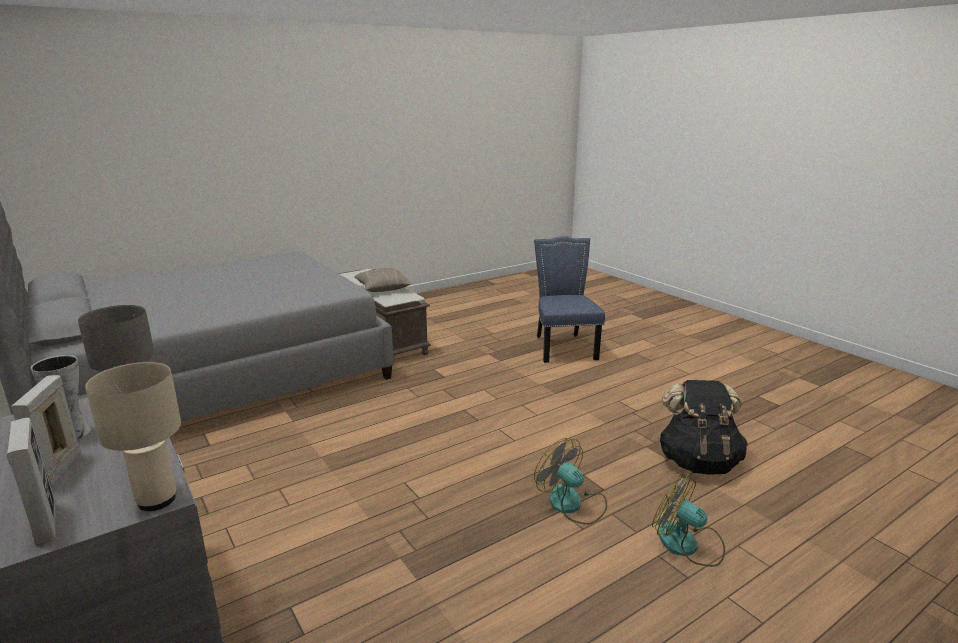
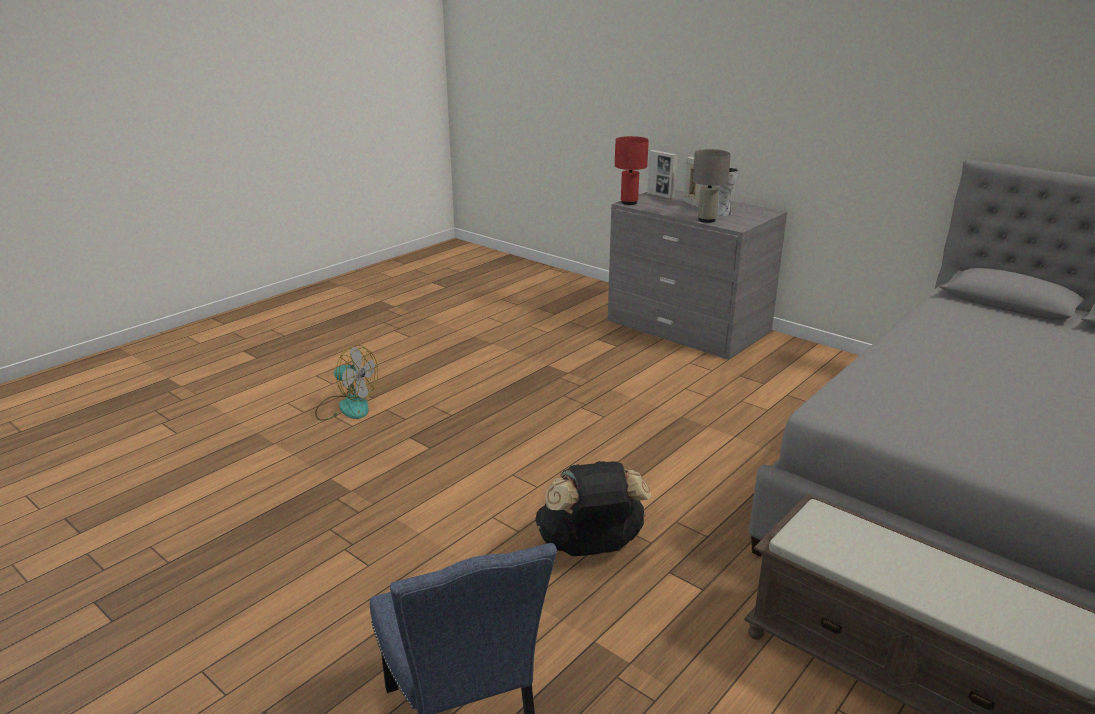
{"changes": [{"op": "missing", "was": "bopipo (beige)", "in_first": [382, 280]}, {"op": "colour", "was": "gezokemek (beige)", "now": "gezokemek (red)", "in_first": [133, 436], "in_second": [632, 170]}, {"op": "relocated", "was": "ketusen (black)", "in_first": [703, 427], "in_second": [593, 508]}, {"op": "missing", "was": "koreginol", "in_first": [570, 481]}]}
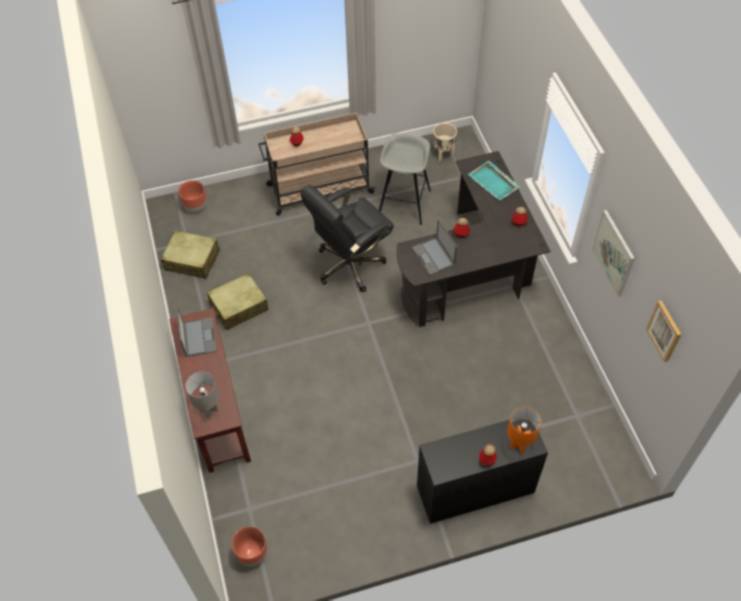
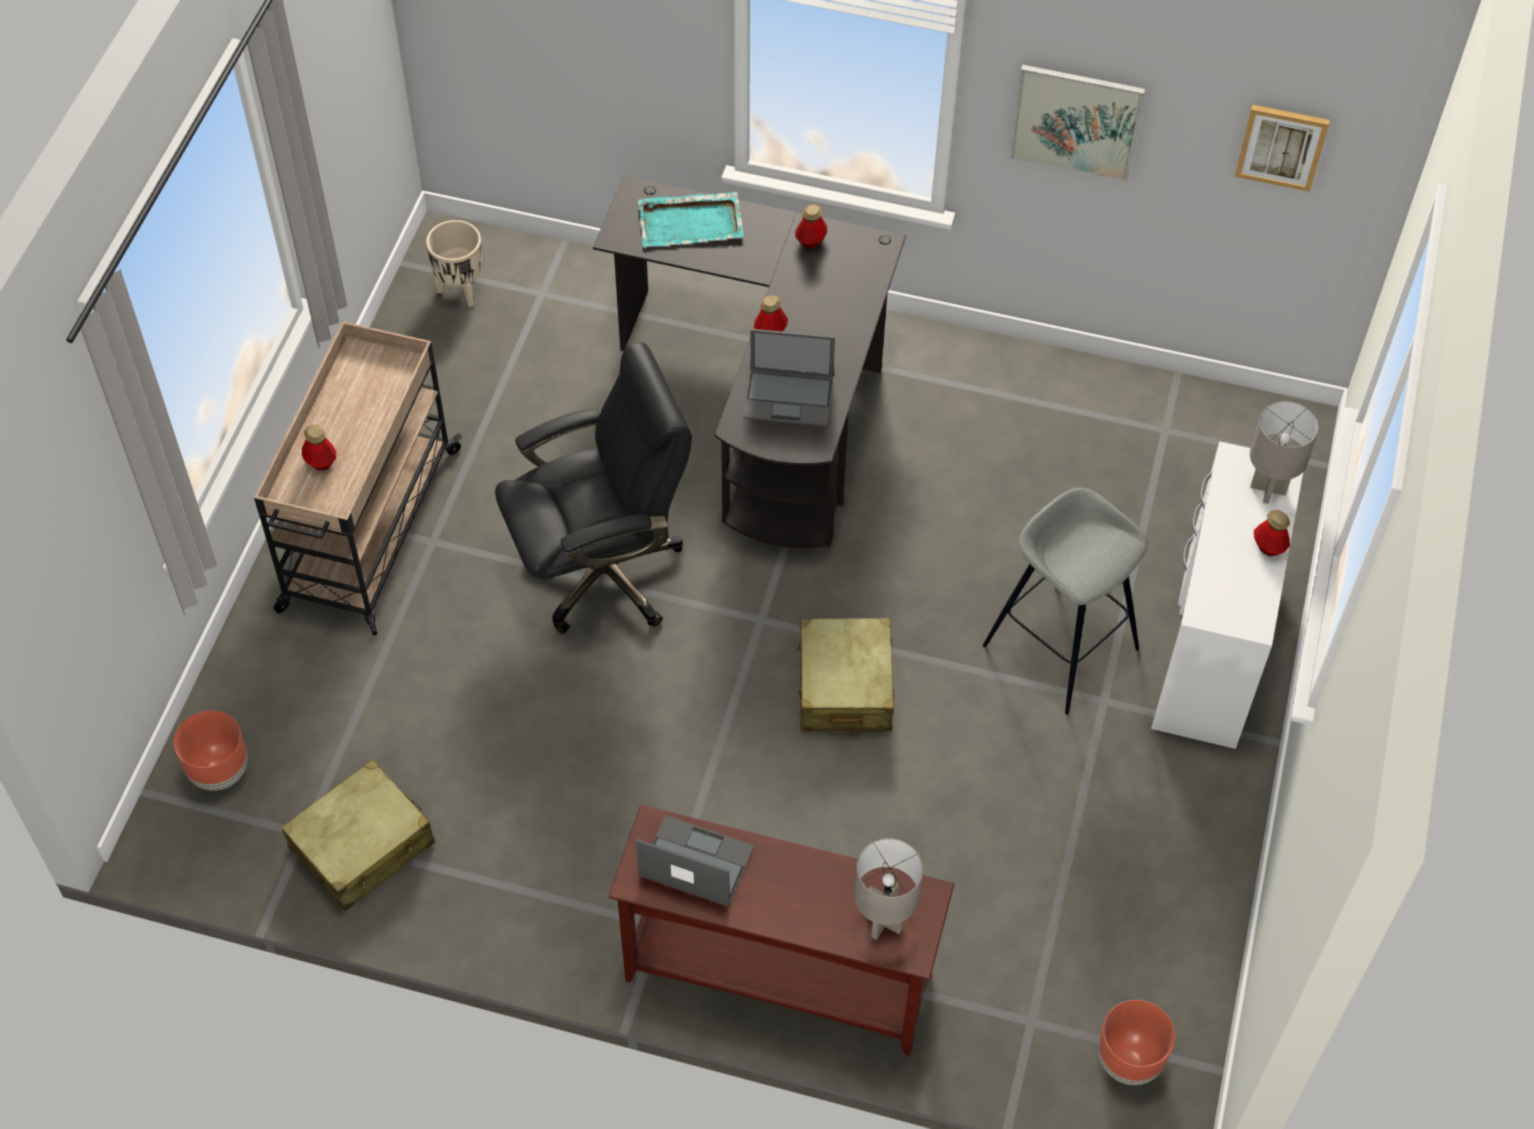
{"changes": [{"op": "relocated", "was": "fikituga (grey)", "in_first": [405, 179], "in_second": [1065, 601]}, {"op": "spun", "was": "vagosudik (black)", "in_first": [347, 238], "in_second": [593, 488], "clockwise": -105}, {"op": "relocated", "was": "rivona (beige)", "in_first": [238, 301], "in_second": [845, 675]}, {"op": "colour", "was": "gezokemek (orange)", "now": "gezokemek (grey)", "in_first": [524, 430], "in_second": [1284, 452]}, {"op": "colour", "was": "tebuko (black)", "now": "tebuko (white)", "in_first": [482, 472], "in_second": [1227, 595]}]}
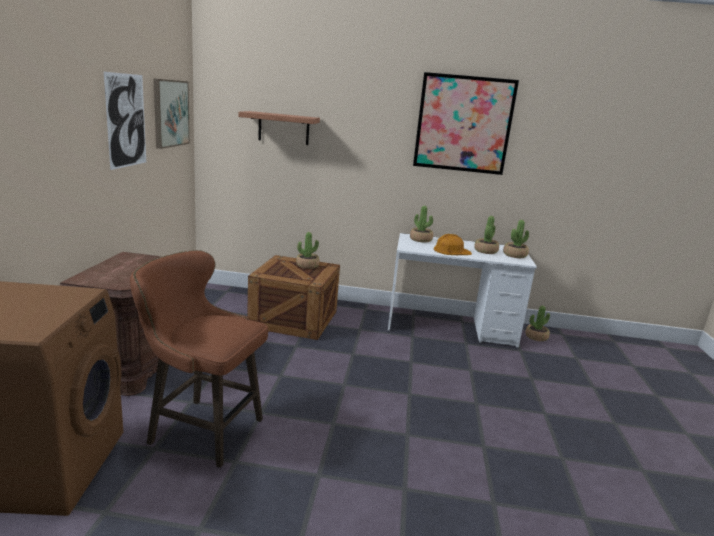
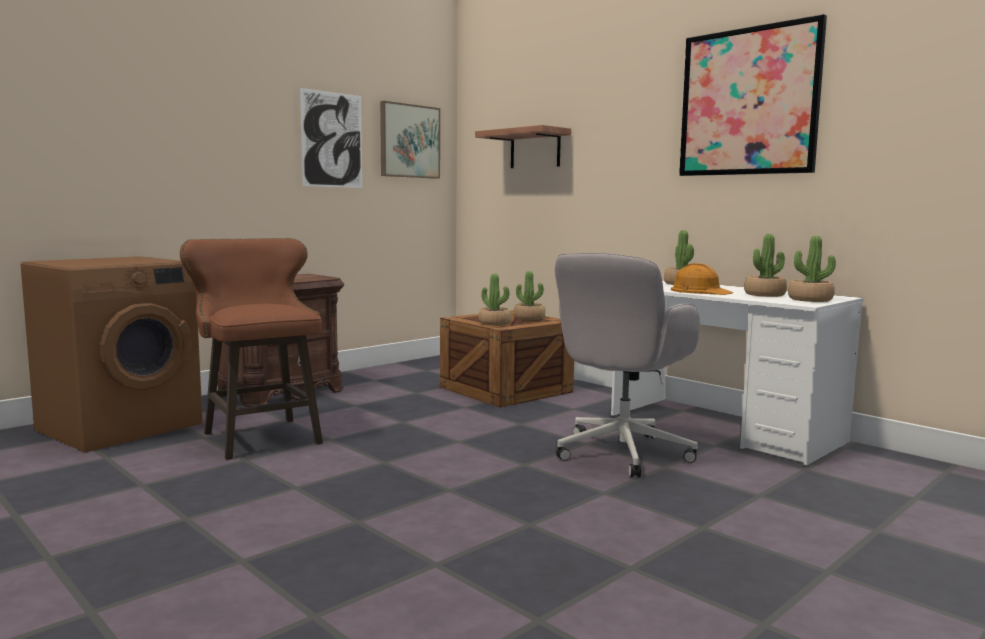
{"changes": [{"op": "relocated", "was": "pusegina", "in_first": [537, 323], "in_second": [495, 299]}, {"op": "appeared", "now": "vagosudik (grey)", "in_second": [627, 365]}]}
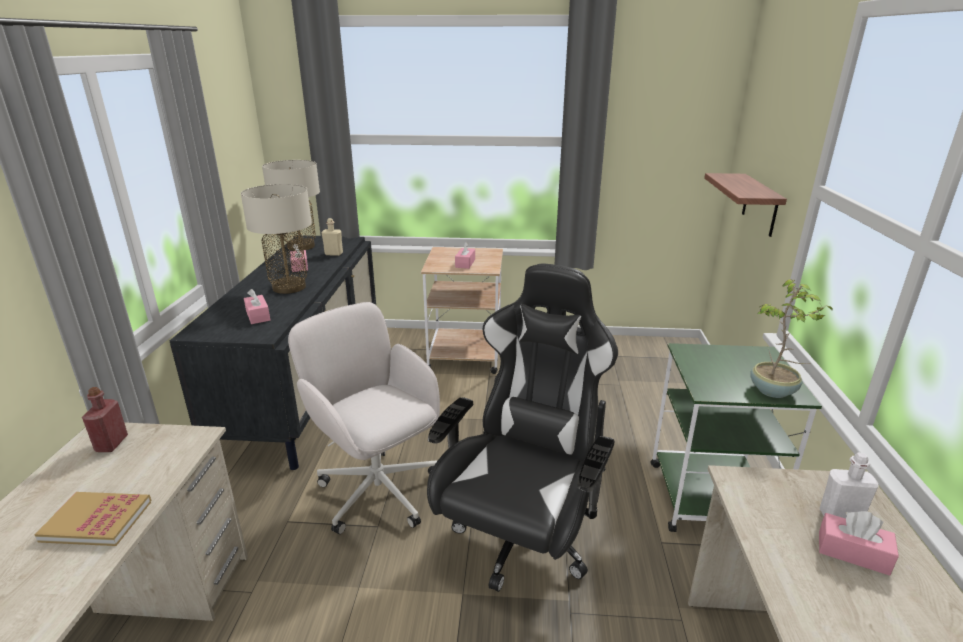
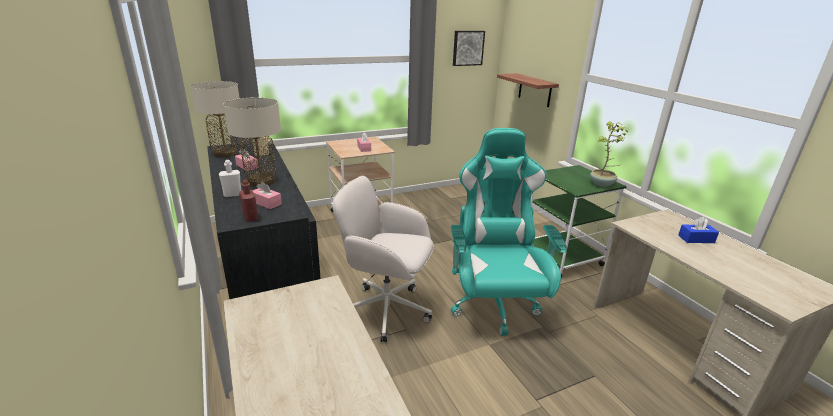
{"changes": [{"op": "colour", "was": "vagosudik (black)", "now": "vagosudik (turquoise)", "in_first": [522, 428], "in_second": [509, 232]}, {"op": "relocated", "was": "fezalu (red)", "in_first": [105, 419], "in_second": [248, 201]}, {"op": "relocated", "was": "fezalu (white)", "in_first": [848, 486], "in_second": [230, 178]}, {"op": "missing", "was": "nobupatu", "in_first": [93, 519]}, {"op": "colour", "was": "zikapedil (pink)", "now": "zikapedil (blue)", "in_first": [859, 543], "in_second": [698, 230]}, {"op": "appeared", "now": "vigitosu", "in_second": [469, 48]}]}
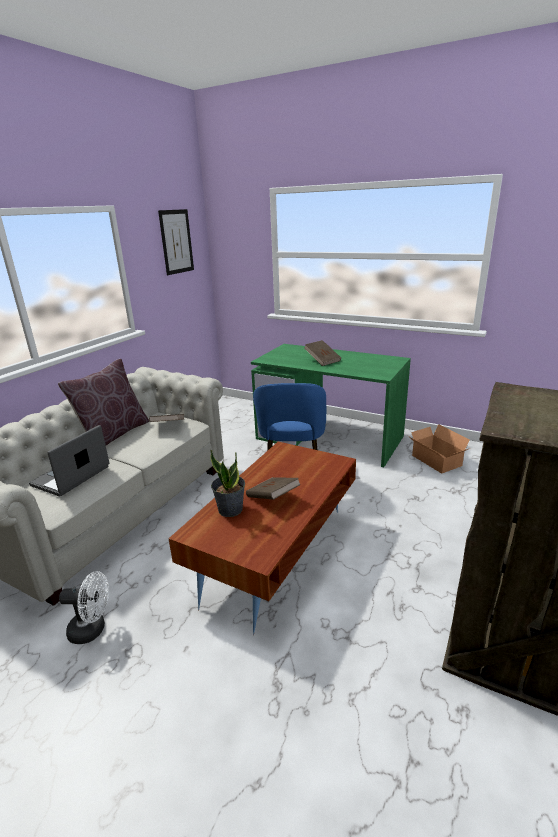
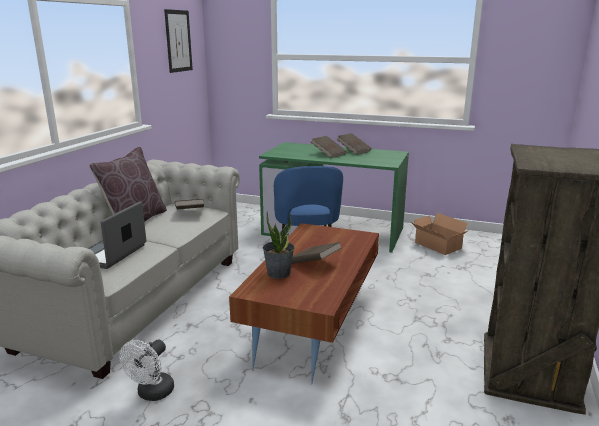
{"changes": [{"op": "spun", "was": "koreginol (white)", "in_first": [84, 607], "in_second": [146, 370], "clockwise": 120}, {"op": "appeared", "now": "nobupatu (brown)", "in_second": [354, 144]}]}
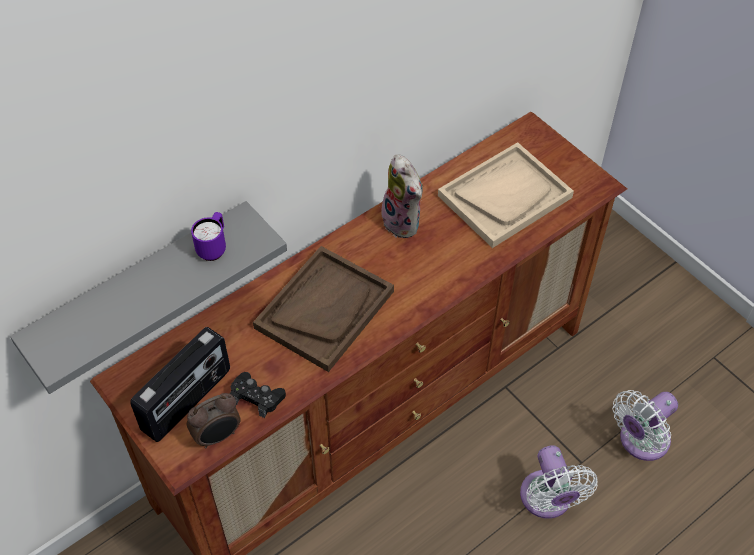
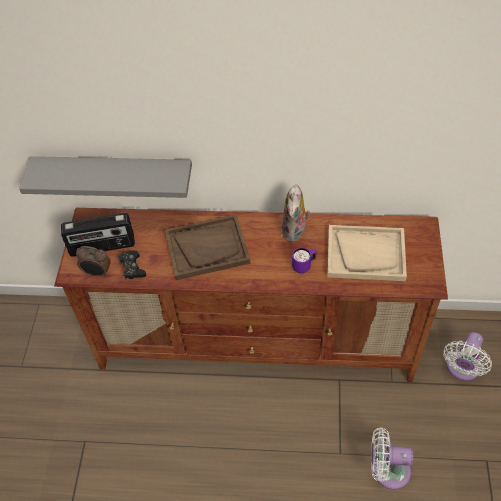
{"changes": [{"op": "relocated", "was": "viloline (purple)", "in_first": [208, 236], "in_second": [304, 260]}, {"op": "relocated", "was": "koreginol (white)", "in_first": [559, 482], "in_second": [468, 356]}]}
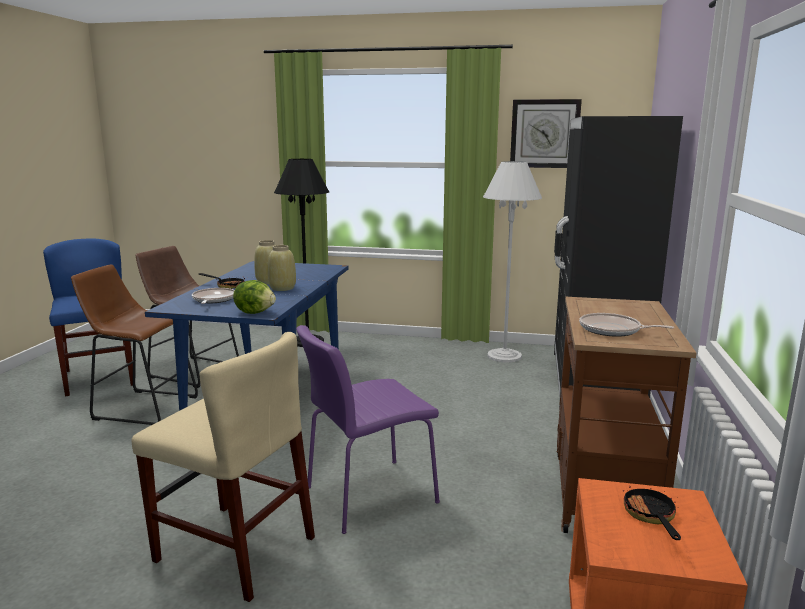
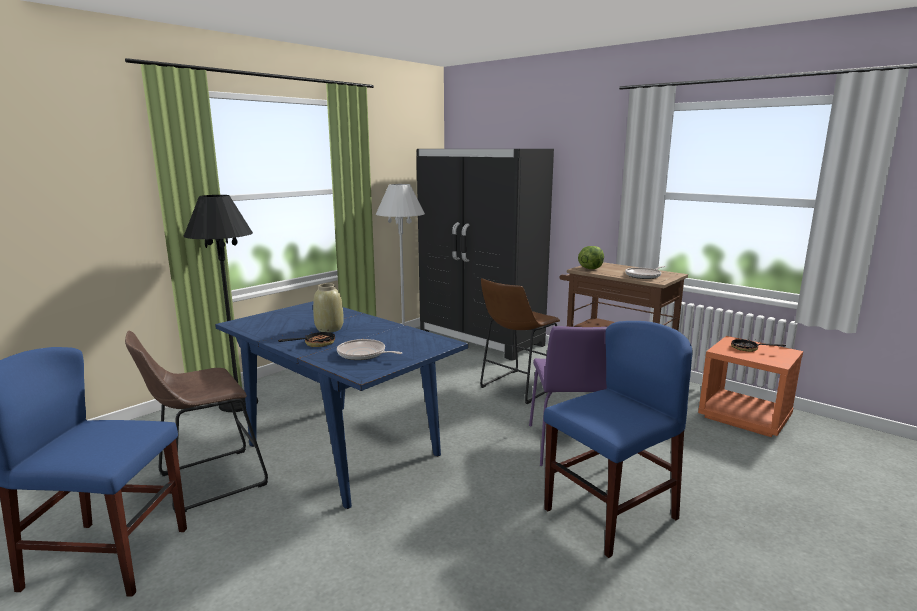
{"changes": [{"op": "missing", "was": "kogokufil", "in_first": [546, 133]}, {"op": "missing", "was": "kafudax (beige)", "in_first": [282, 268]}, {"op": "relocated", "was": "fikituga (brown)", "in_first": [134, 344], "in_second": [520, 341]}, {"op": "relocated", "was": "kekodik", "in_first": [254, 297], "in_second": [591, 257]}, {"op": "colour", "was": "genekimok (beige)", "now": "genekimok (blue)", "in_first": [223, 467], "in_second": [618, 439]}]}
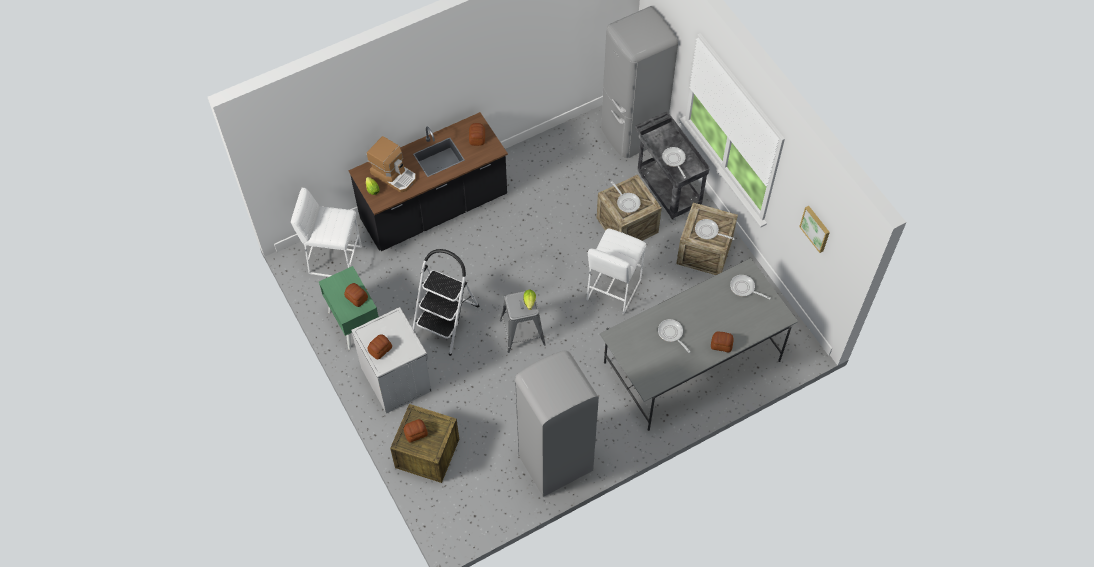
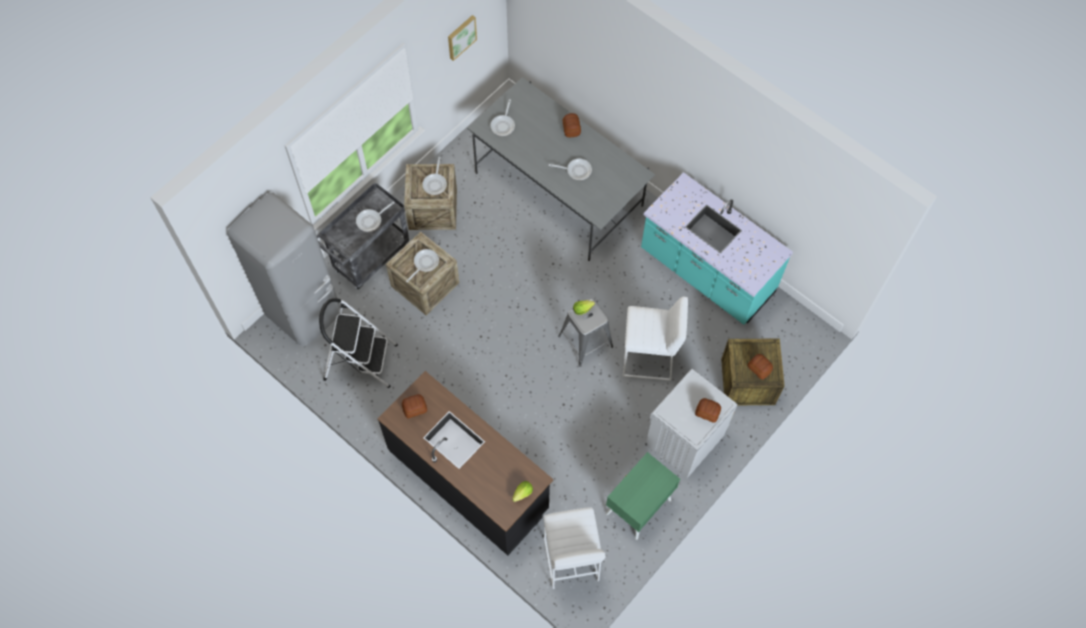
{"changes": [{"op": "missing", "was": "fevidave", "in_first": [391, 164]}, {"op": "relocated", "was": "fikituga (white)", "in_first": [616, 271], "in_second": [655, 339]}, {"op": "relocated", "was": "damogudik", "in_first": [446, 302], "in_second": [358, 343]}, {"op": "missing", "was": "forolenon", "in_first": [356, 295]}, {"op": "spun", "was": "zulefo", "in_first": [674, 336], "in_second": [570, 169], "clockwise": -120}, {"op": "exchanged", "was": "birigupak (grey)", "now": "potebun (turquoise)", "in_first": [557, 424], "in_second": [717, 248]}]}
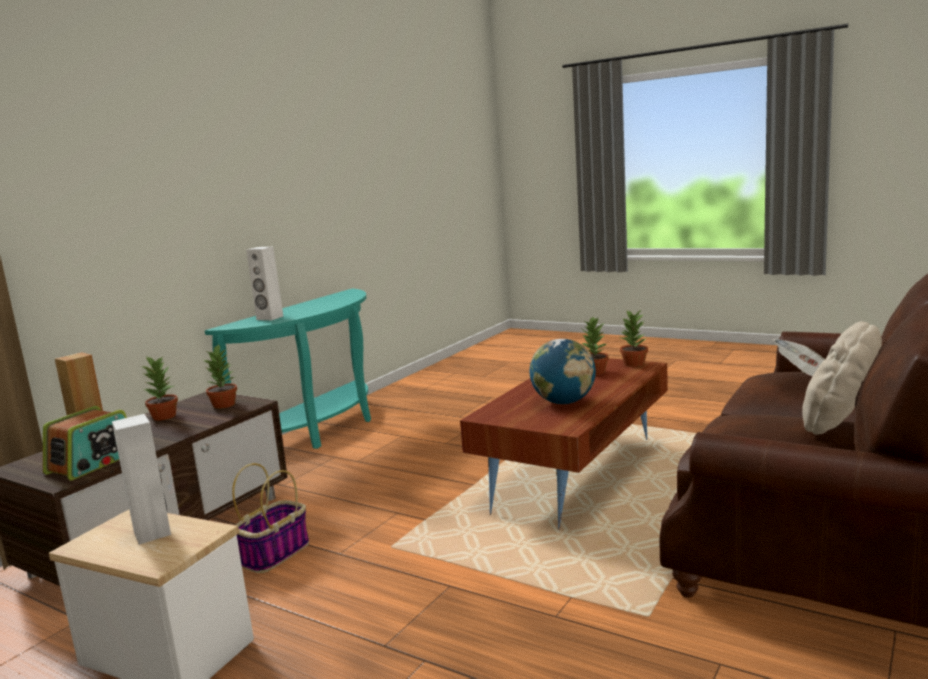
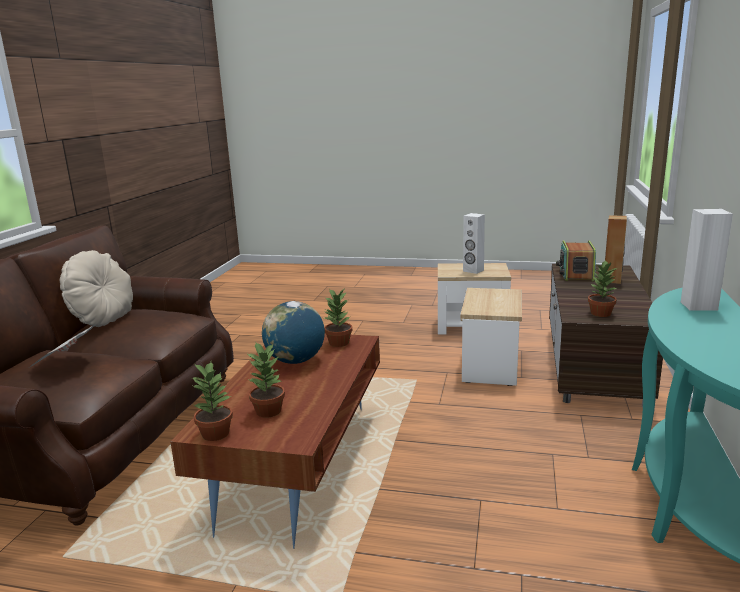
{"changes": [{"op": "relocated", "was": "pusegina", "in_first": [159, 388], "in_second": [338, 318]}, {"op": "exchanged", "was": "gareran", "now": "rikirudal", "in_first": [270, 518], "in_second": [491, 337]}]}
